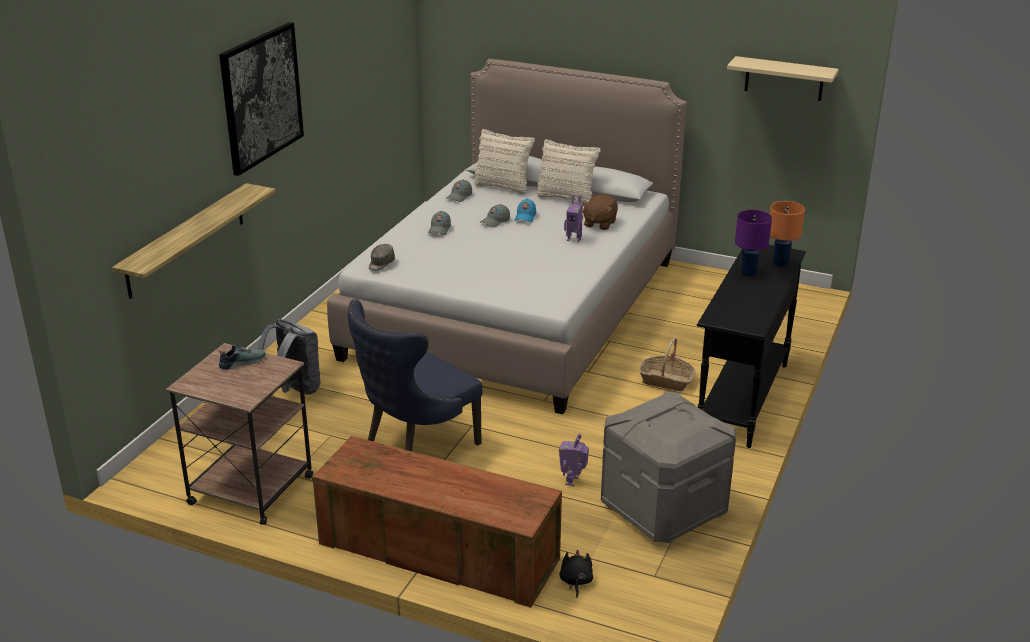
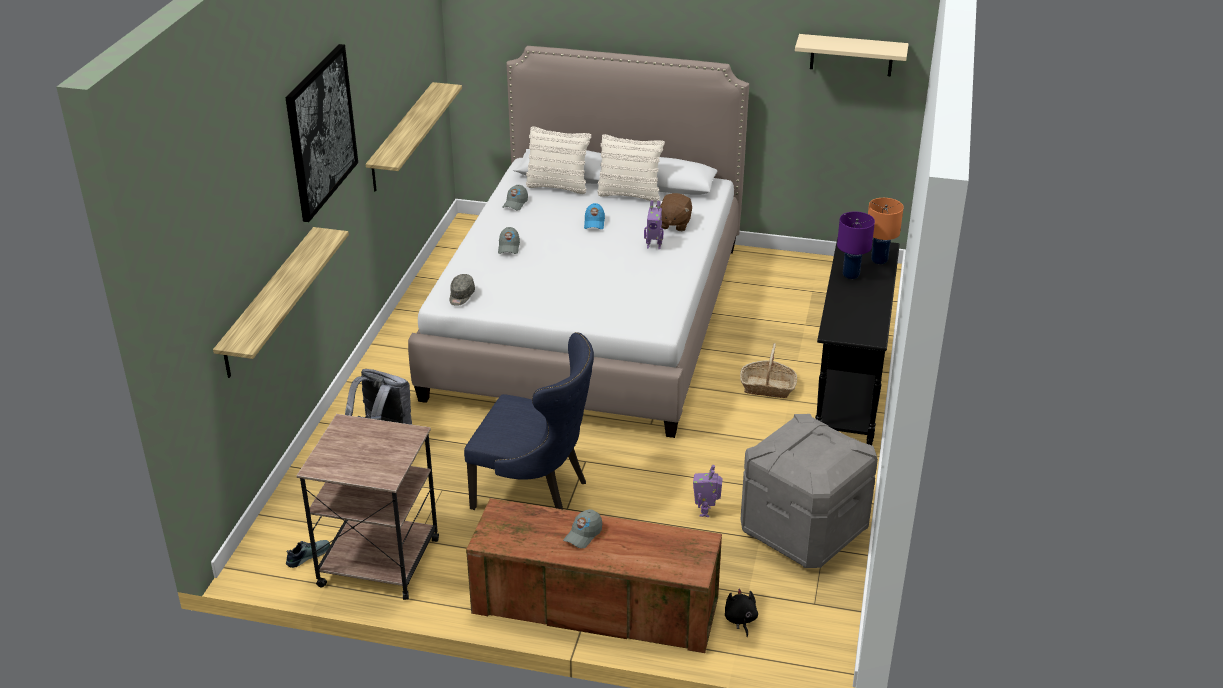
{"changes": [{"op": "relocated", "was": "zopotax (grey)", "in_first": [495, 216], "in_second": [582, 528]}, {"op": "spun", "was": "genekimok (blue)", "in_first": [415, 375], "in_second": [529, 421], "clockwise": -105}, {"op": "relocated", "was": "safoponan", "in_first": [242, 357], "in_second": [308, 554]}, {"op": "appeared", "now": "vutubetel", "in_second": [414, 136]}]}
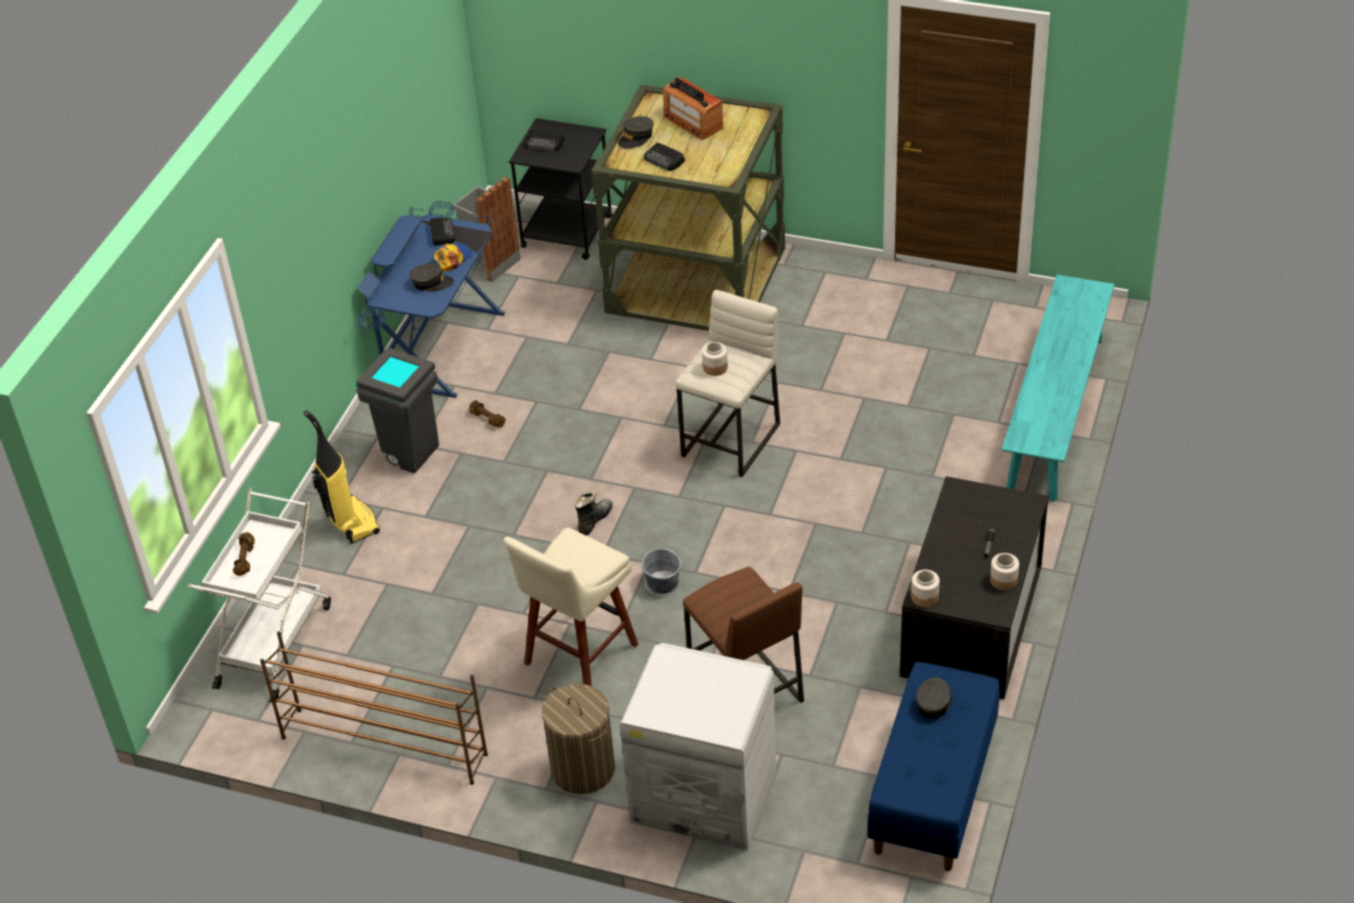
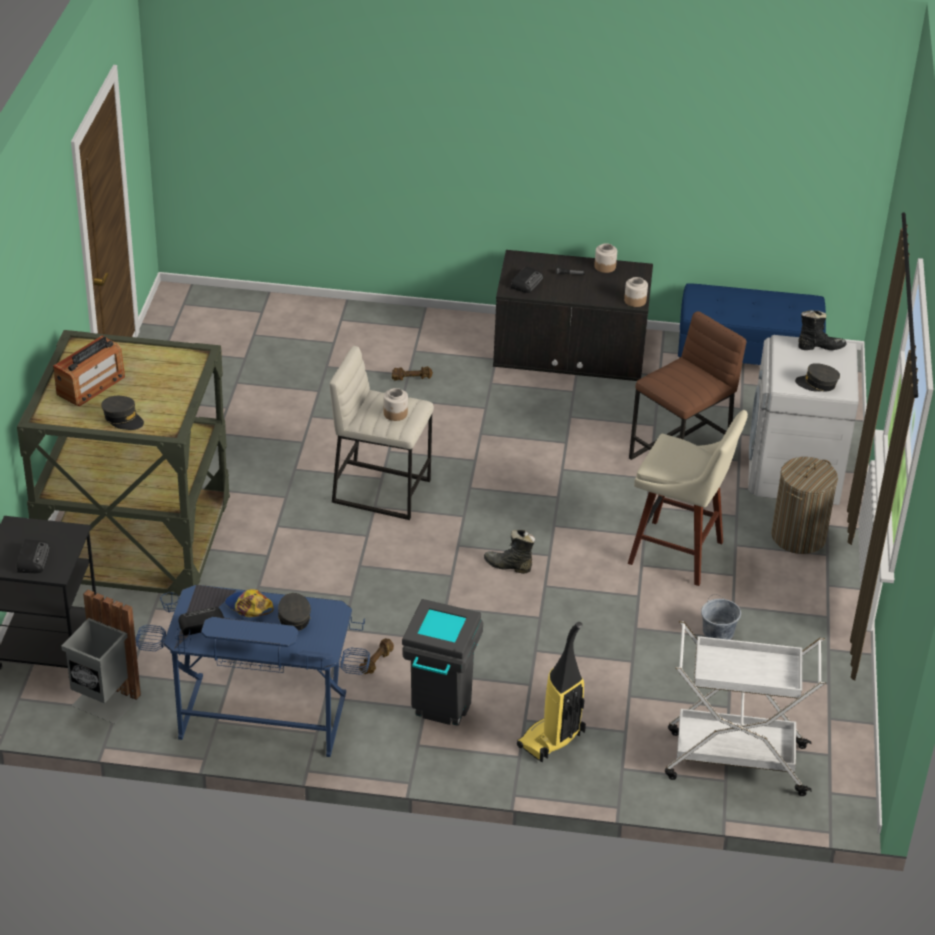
{"changes": [{"op": "relocated", "was": "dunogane", "in_first": [664, 157], "in_second": [527, 279]}, {"op": "missing", "was": "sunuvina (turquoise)", "in_first": [1058, 388]}, {"op": "relocated", "was": "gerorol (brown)", "in_first": [244, 554], "in_second": [412, 373]}, {"op": "relocated", "was": "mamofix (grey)", "in_first": [661, 570], "in_second": [721, 617]}, {"op": "missing", "was": "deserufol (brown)", "in_first": [374, 708]}, {"op": "relocated", "was": "zopotax (grey)", "in_first": [934, 698], "in_second": [817, 377]}, {"op": "appeared", "now": "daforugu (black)", "in_second": [822, 330]}]}
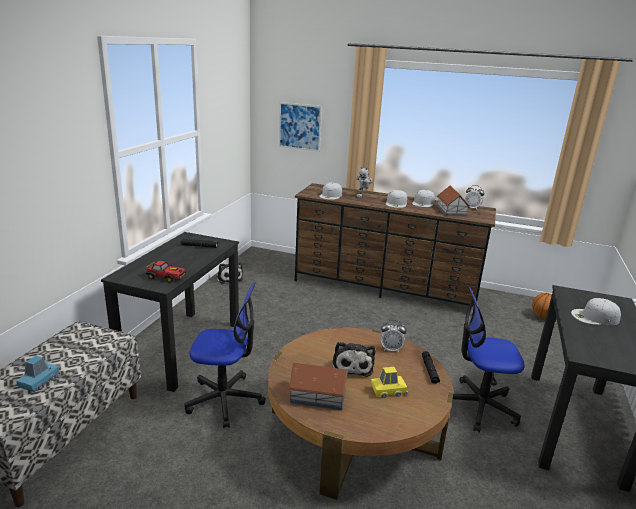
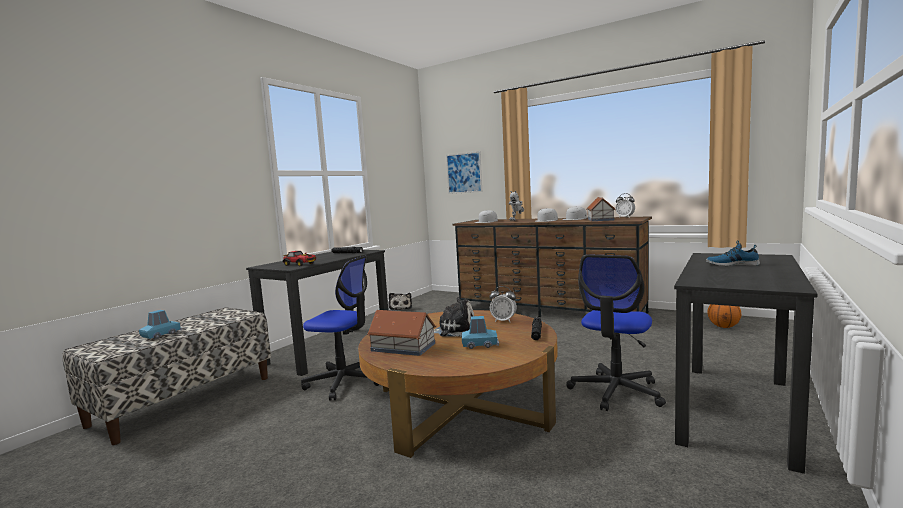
{"changes": [{"op": "spun", "was": "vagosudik", "in_first": [489, 360], "in_second": [616, 332], "clockwise": -75}, {"op": "exchanged", "was": "zopotax (white)", "now": "safoponan", "in_first": [596, 311], "in_second": [733, 253]}, {"op": "spun", "was": "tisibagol", "in_first": [353, 359], "in_second": [454, 317], "clockwise": -105}, {"op": "colour", "was": "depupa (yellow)", "now": "depupa (blue)", "in_first": [389, 382], "in_second": [480, 332]}]}
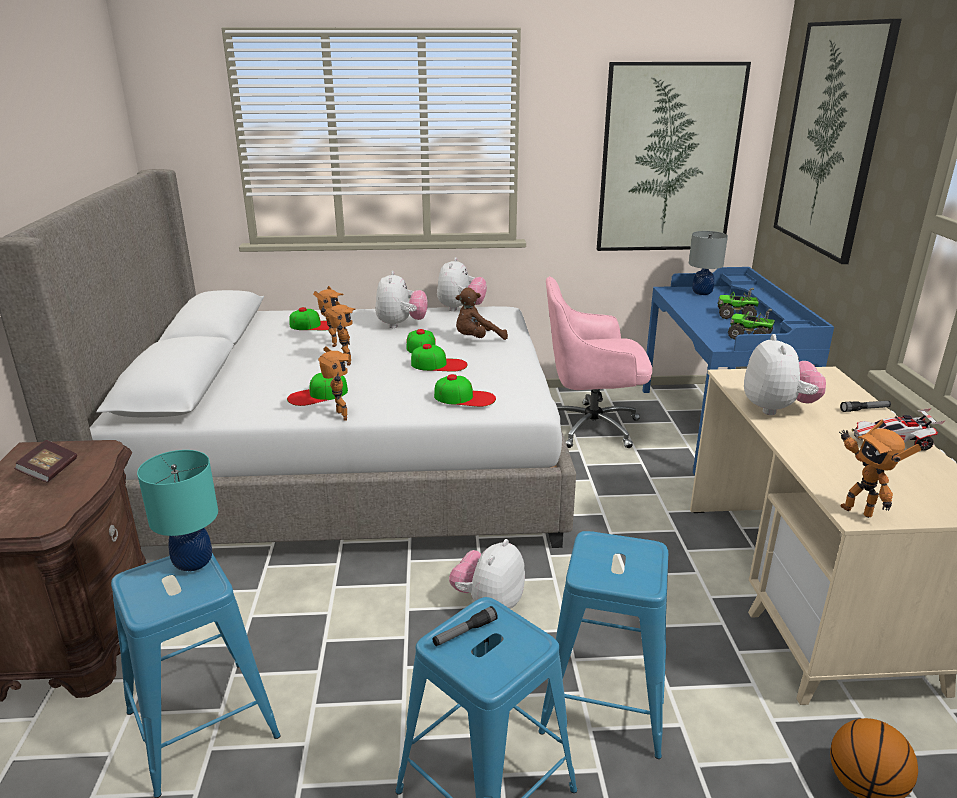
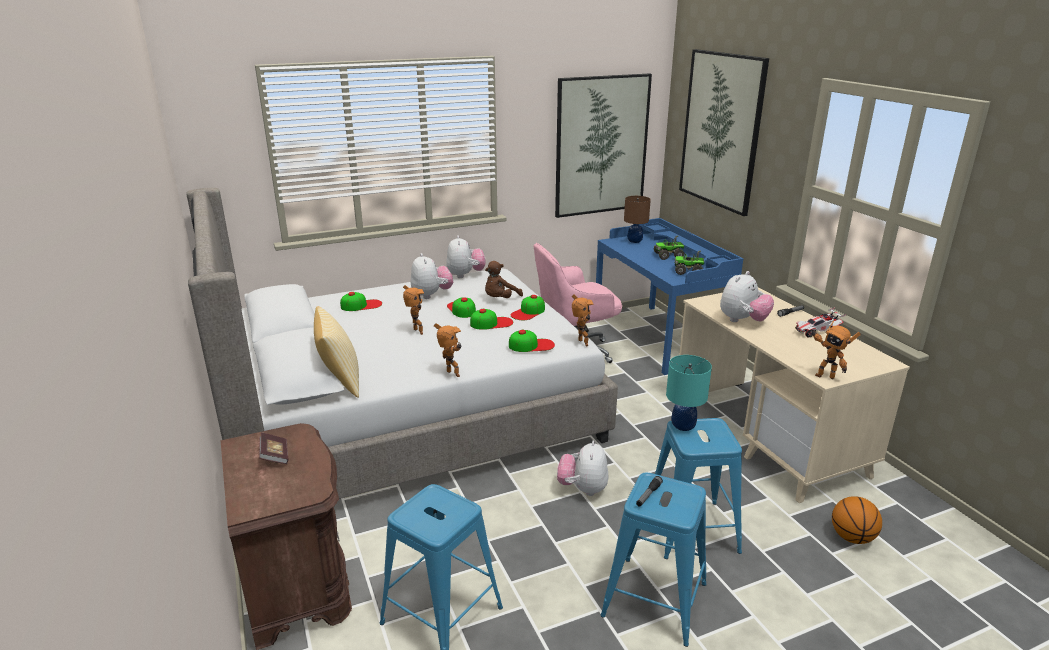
{"changes": [{"op": "colour", "was": "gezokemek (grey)", "now": "gezokemek (brown)", "in_first": [708, 263], "in_second": [637, 219]}, {"op": "relocated", "was": "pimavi", "in_first": [328, 316], "in_second": [583, 320]}, {"op": "spun", "was": "tisibagol", "in_first": [785, 374], "in_second": [747, 296], "clockwise": 60}, {"op": "relocated", "was": "zopotax", "in_first": [317, 389], "in_second": [528, 307]}, {"op": "relocated", "was": "gezokemek (turquoise)", "in_first": [177, 511], "in_second": [689, 393]}, {"op": "appeared", "now": "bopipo", "in_second": [336, 352]}]}
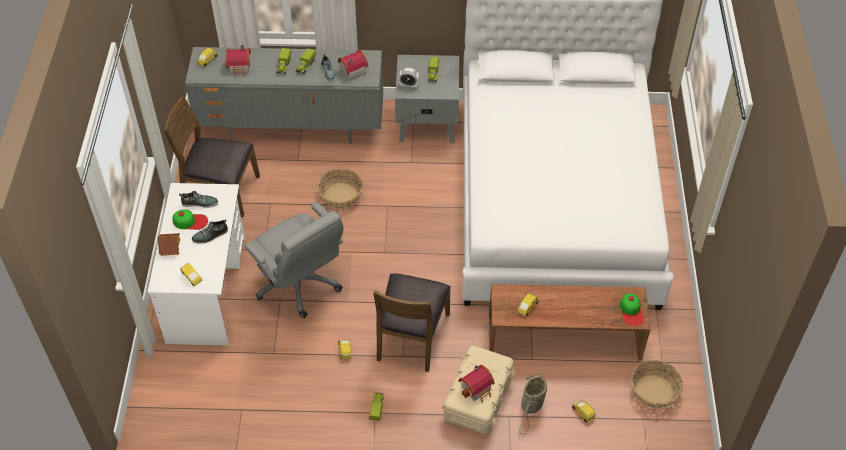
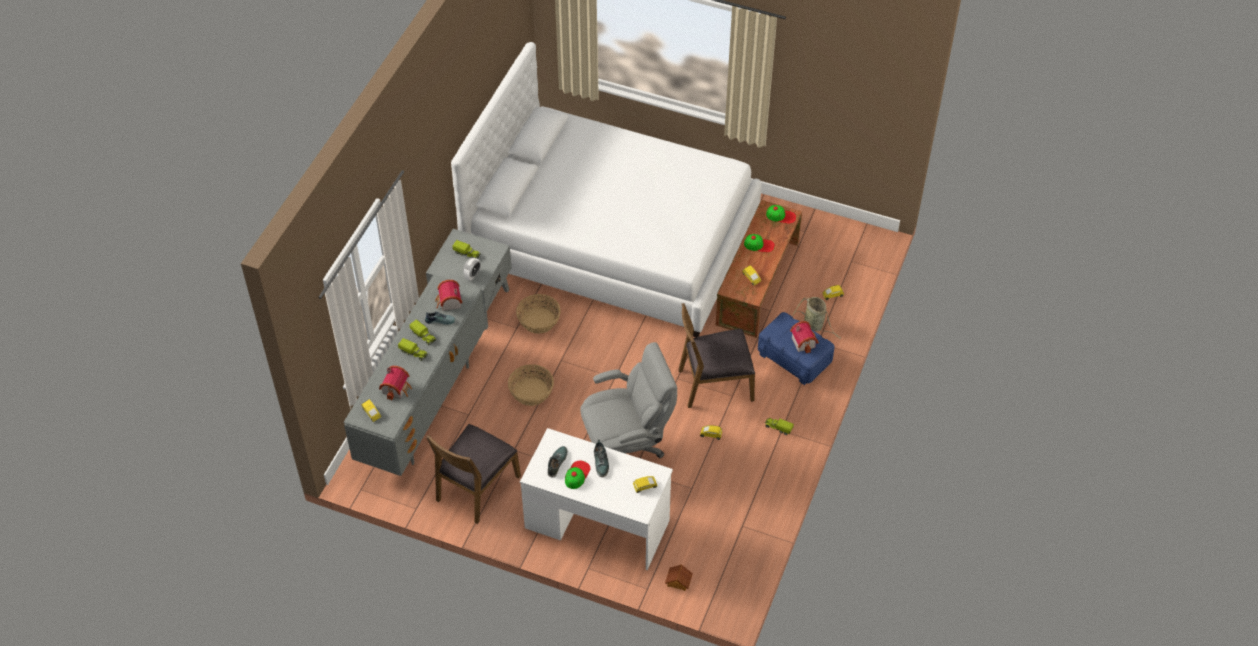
{"changes": [{"op": "relocated", "was": "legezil", "in_first": [168, 244], "in_second": [679, 577]}, {"op": "spun", "was": "genekimok (brown)", "in_first": [412, 322], "in_second": [717, 355], "clockwise": 135}, {"op": "colour", "was": "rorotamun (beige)", "now": "rorotamun (blue)", "in_first": [478, 390], "in_second": [796, 348]}, {"op": "relocated", "was": "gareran", "in_first": [657, 384], "in_second": [538, 314]}, {"op": "appeared", "now": "zopotax", "in_second": [759, 243]}]}
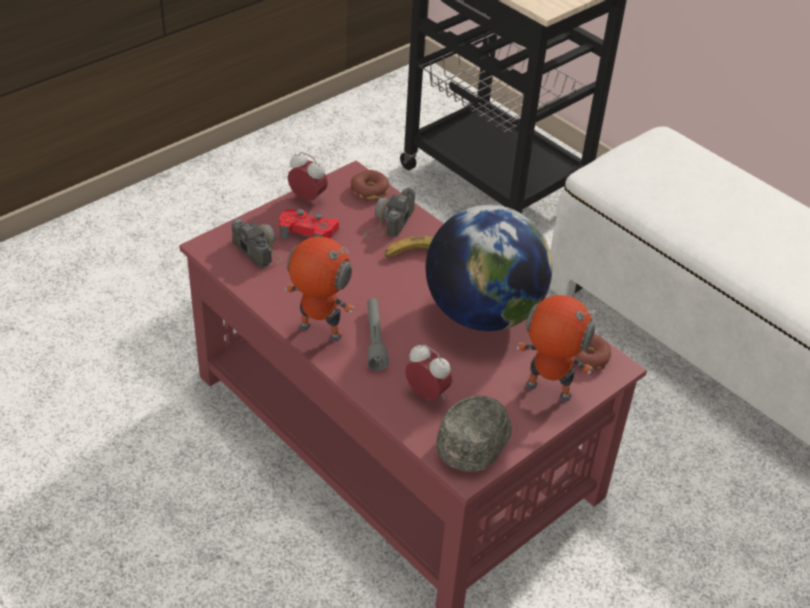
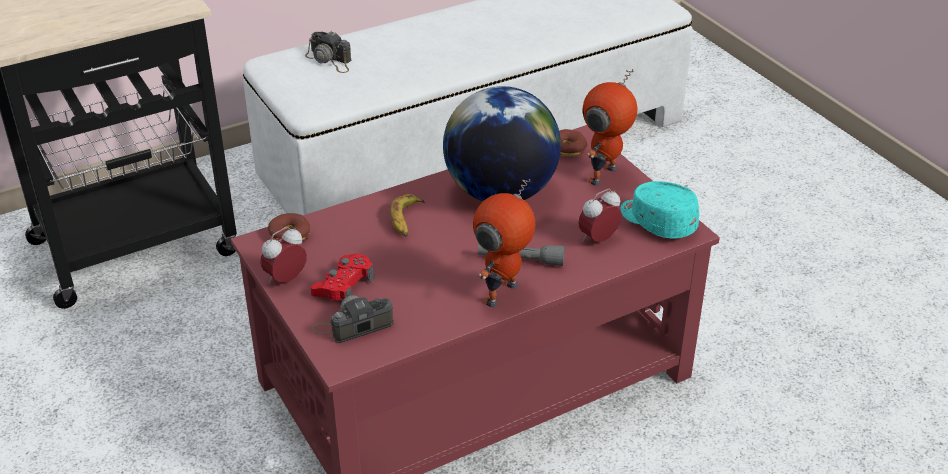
{"changes": [{"op": "relocated", "was": "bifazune", "in_first": [389, 213], "in_second": [328, 52]}, {"op": "colour", "was": "zopotax (grey)", "now": "zopotax (turquoise)", "in_first": [474, 434], "in_second": [659, 210]}]}
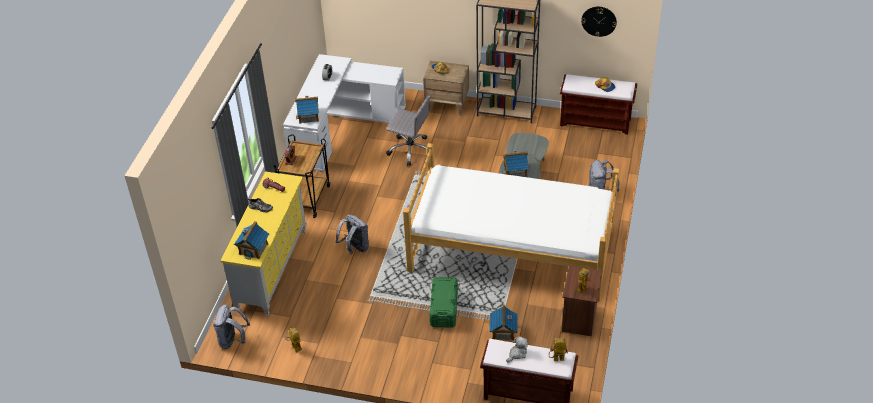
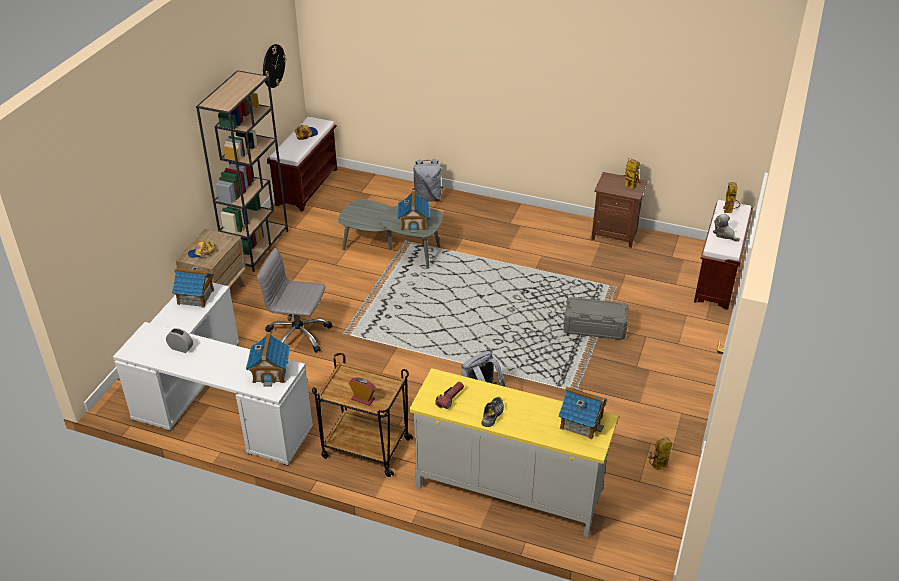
{"changes": [{"op": "spun", "was": "vagosudik (grey)", "in_first": [408, 130], "in_second": [294, 300], "clockwise": -105}, {"op": "missing", "was": "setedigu", "in_first": [511, 222]}, {"op": "colour", "was": "rorotamun (green)", "now": "rorotamun (grey)", "in_first": [444, 302], "in_second": [596, 318]}, {"op": "missing", "was": "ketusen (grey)", "in_first": [231, 326]}, {"op": "relocated", "was": "legezil", "in_first": [503, 322], "in_second": [193, 287]}]}
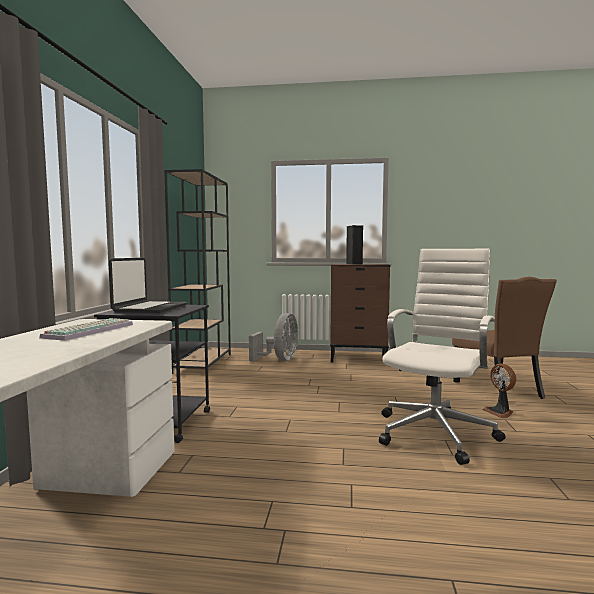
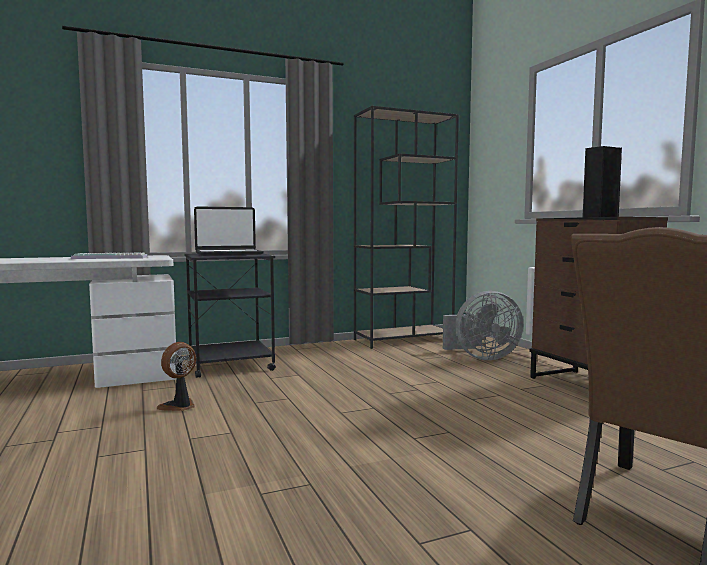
{"changes": [{"op": "missing", "was": "vagosudik (white)", "in_first": [442, 357]}, {"op": "relocated", "was": "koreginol", "in_first": [499, 391], "in_second": [176, 376]}]}
